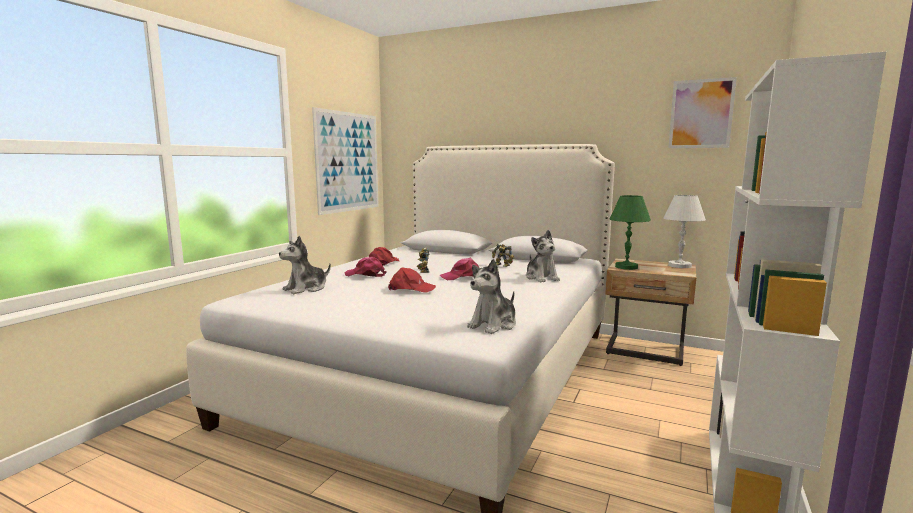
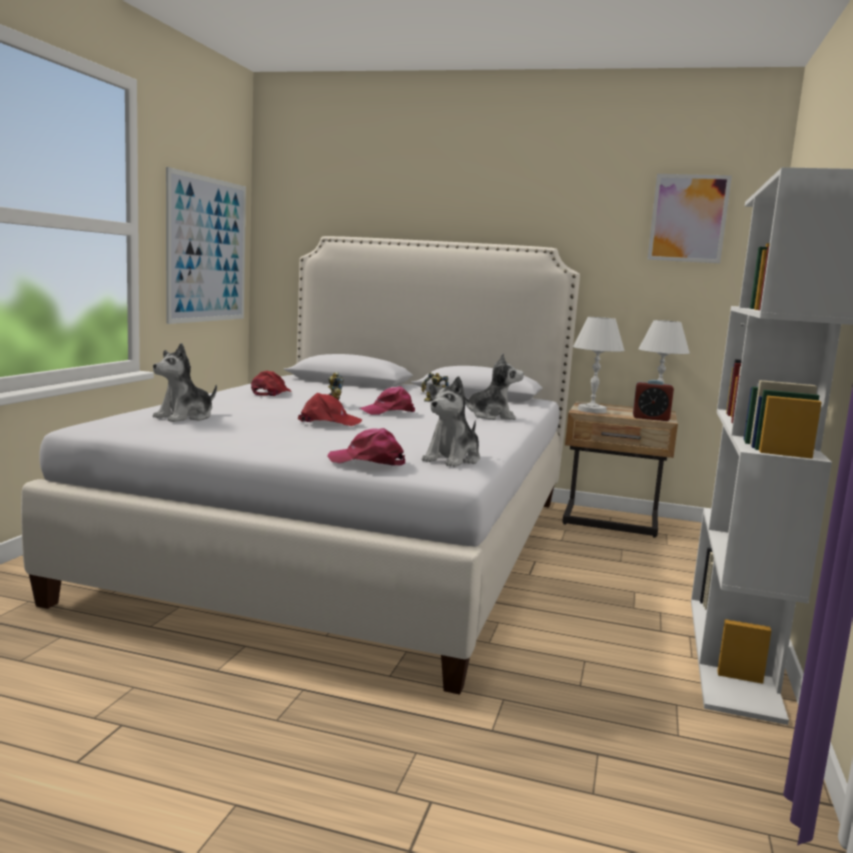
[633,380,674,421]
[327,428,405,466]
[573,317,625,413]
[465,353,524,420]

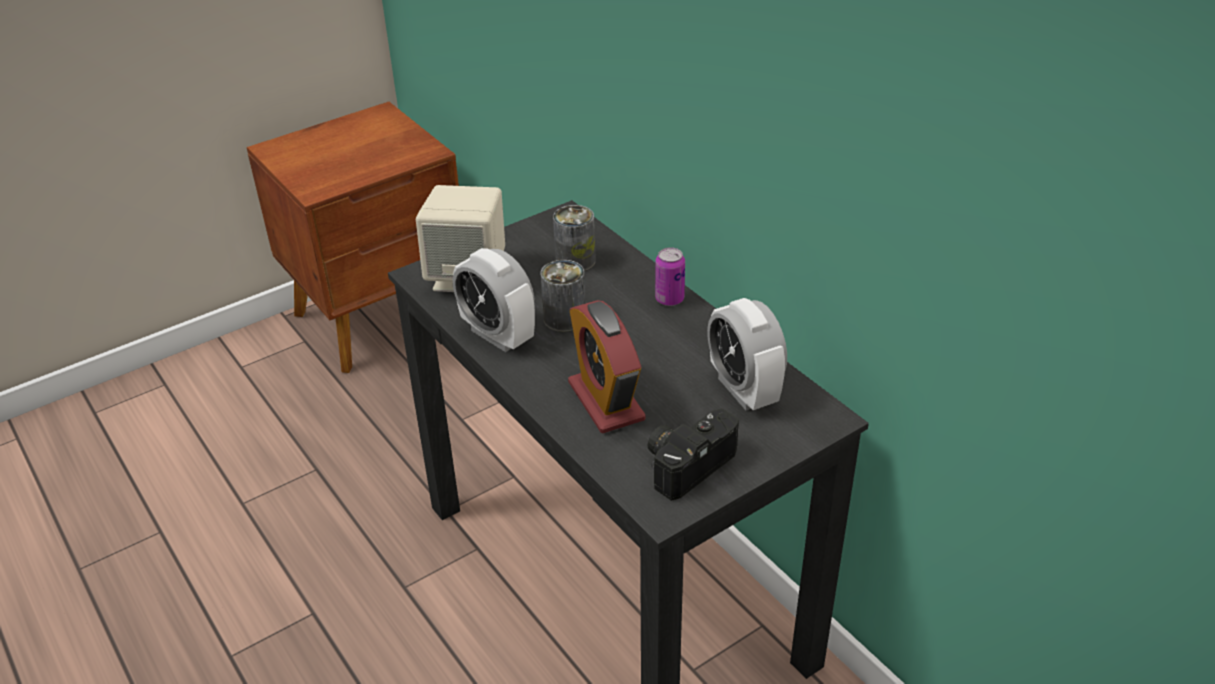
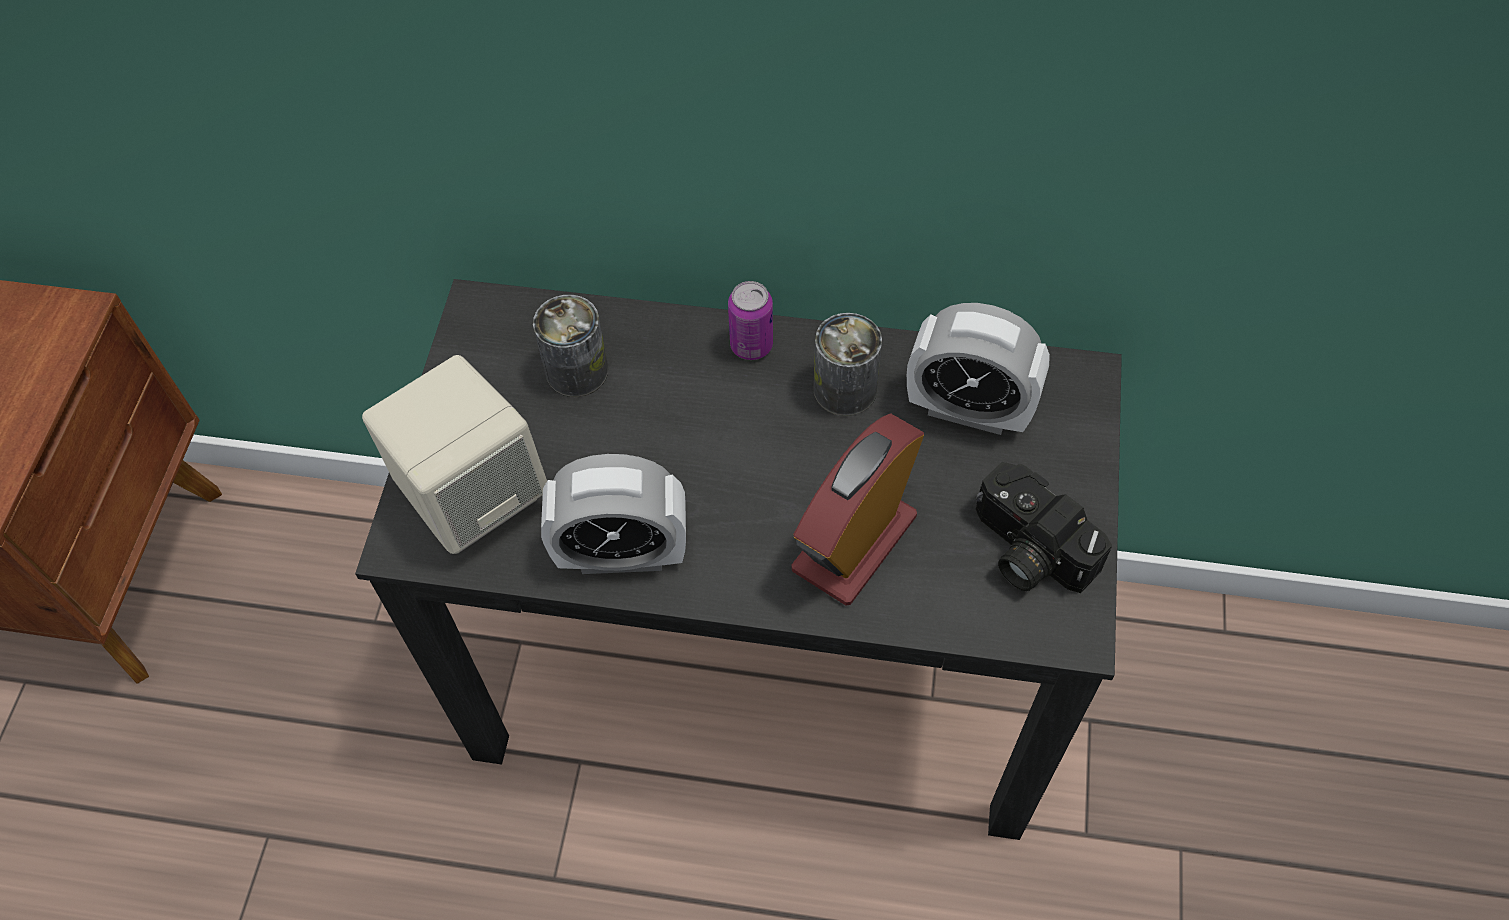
[813,313,882,416]
[792,413,924,606]
[976,462,1112,593]

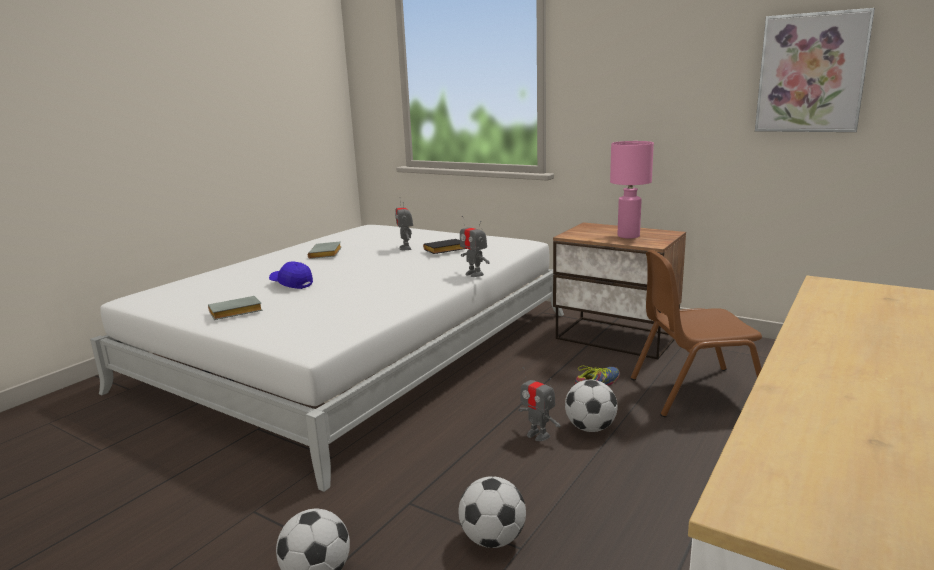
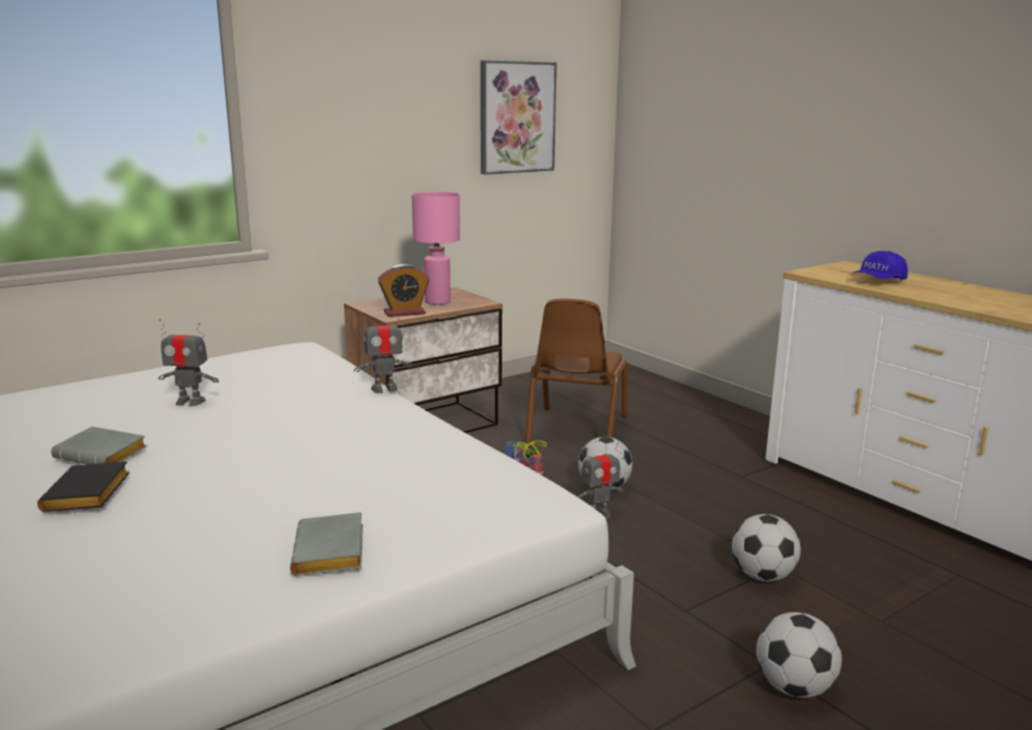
[378,264,429,317]
[853,251,908,280]
[37,462,129,512]

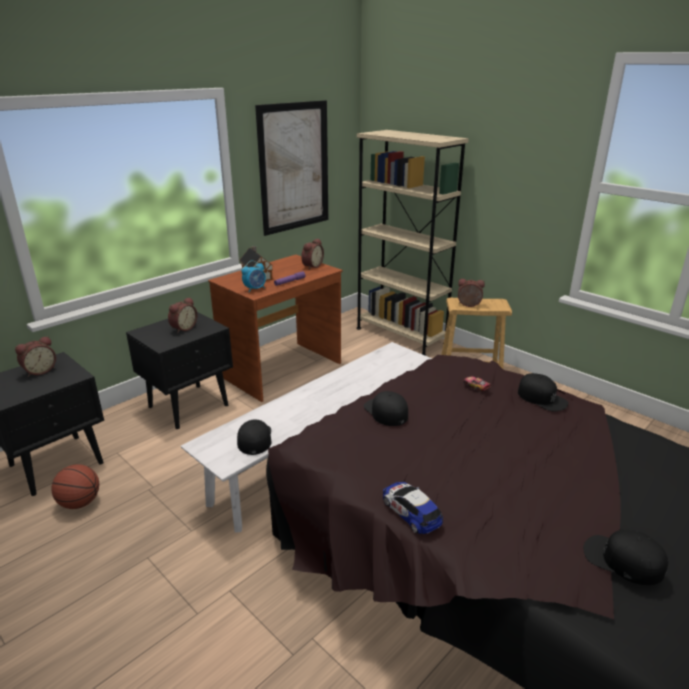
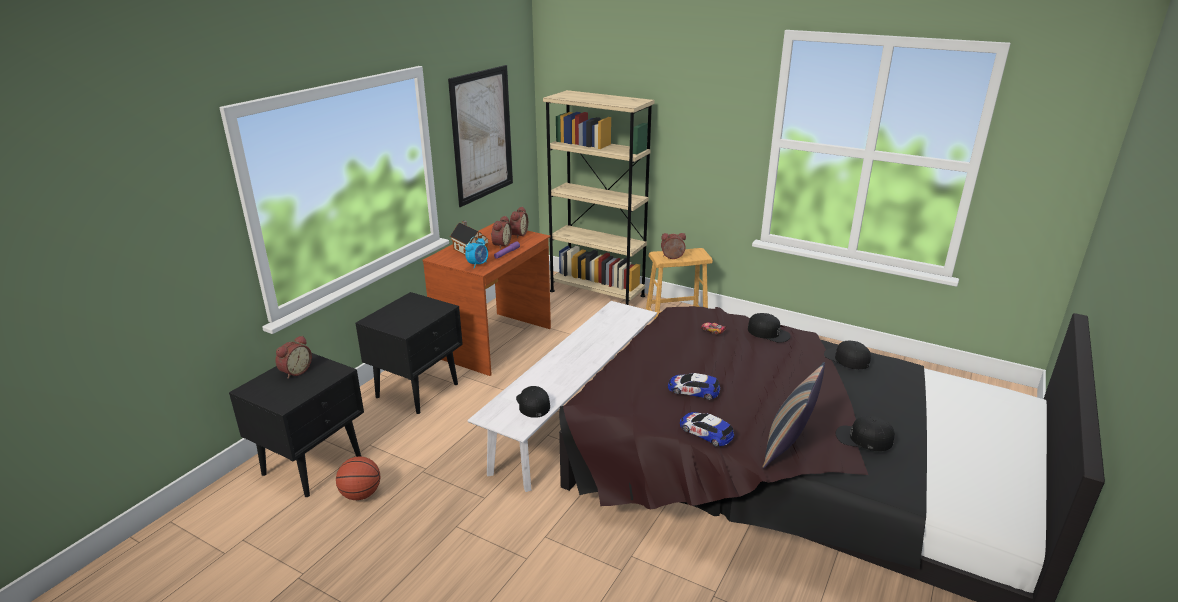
[668,373,720,400]
[762,362,825,469]
[491,216,512,248]
[824,341,871,369]

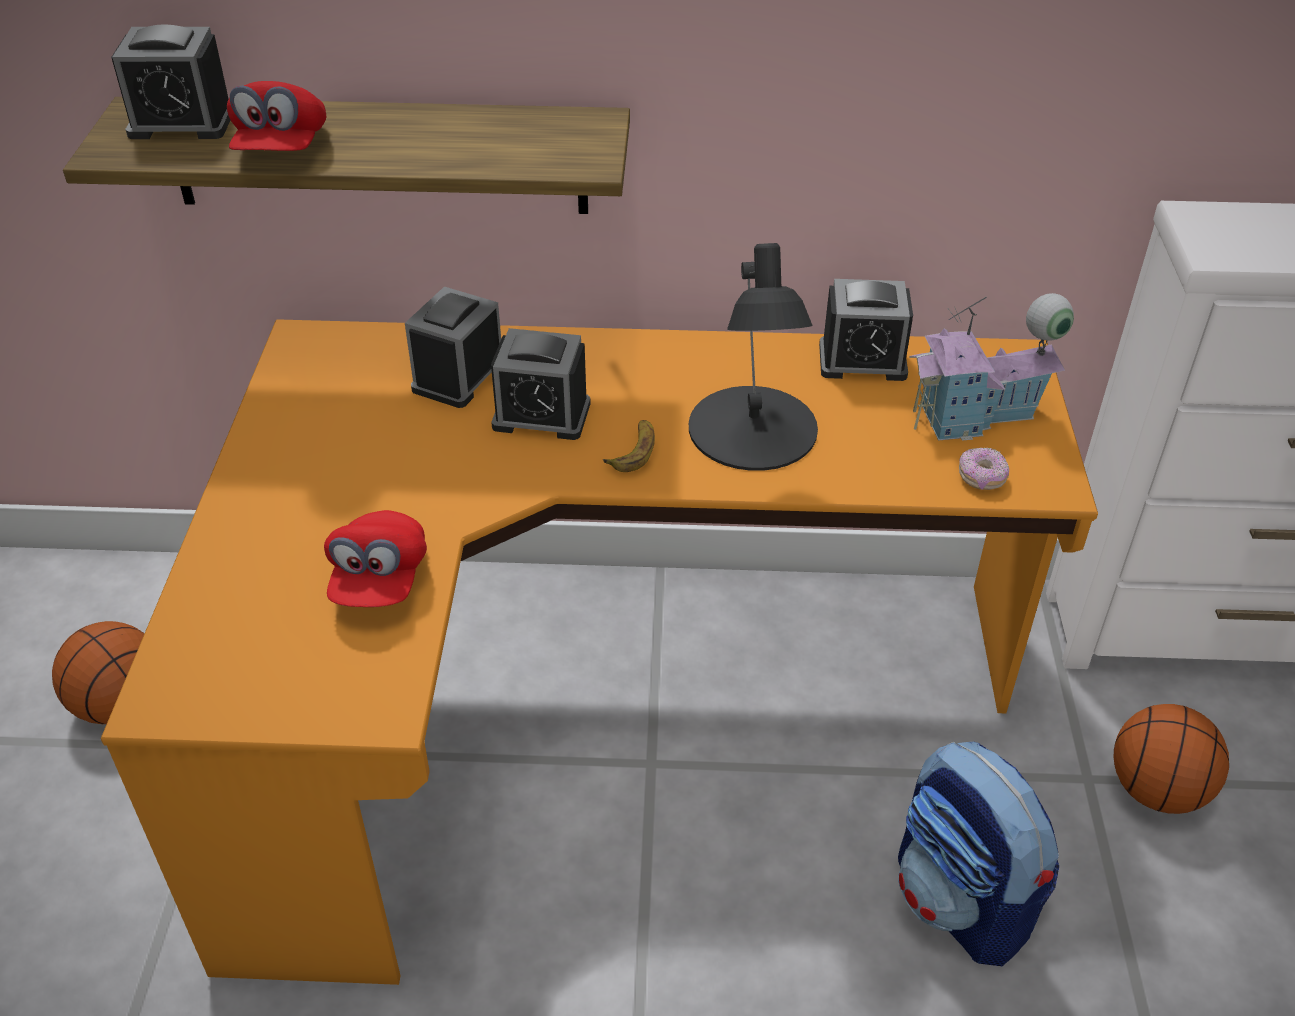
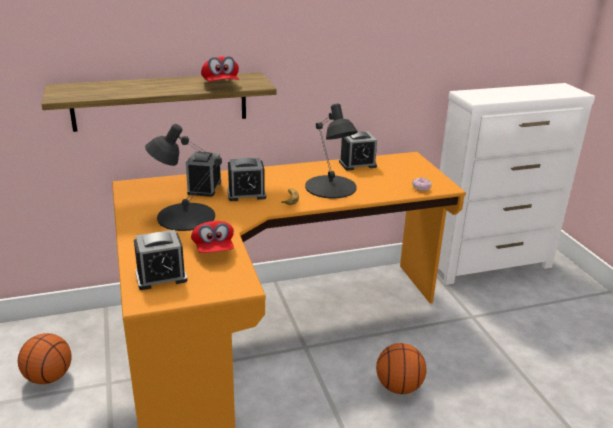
[898,742,1059,966] (first image)
[909,293,1074,441] (first image)
[145,124,222,231]
[134,230,188,290]
[201,56,239,82]
[376,343,426,394]

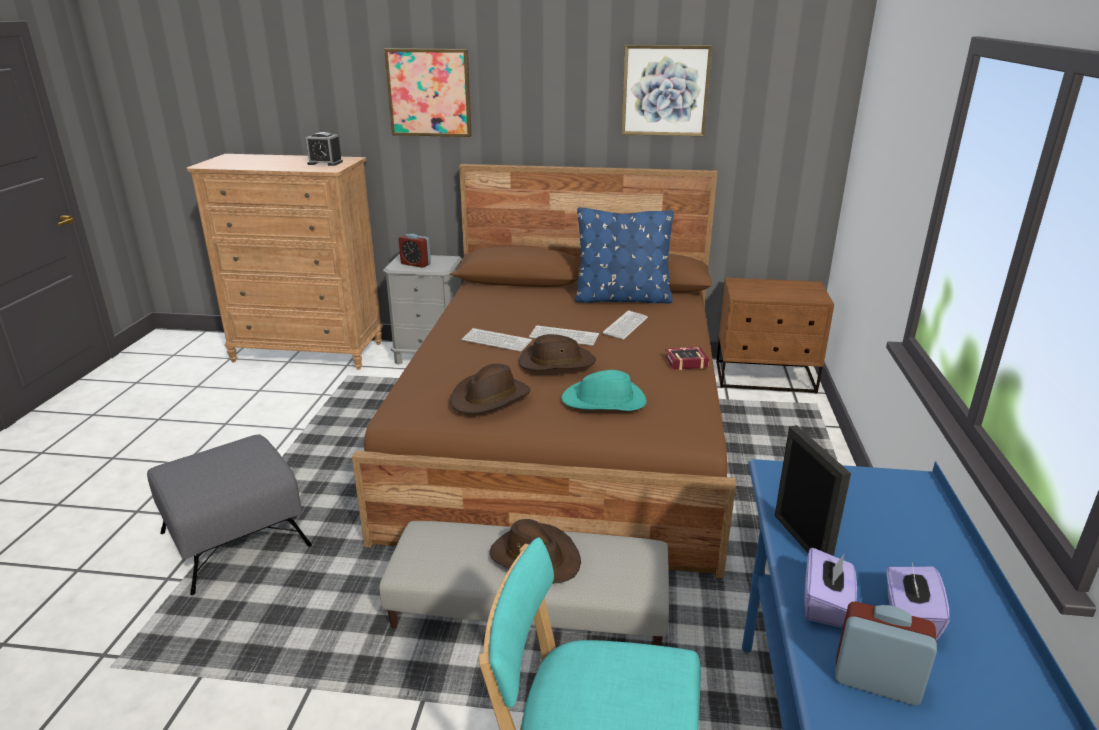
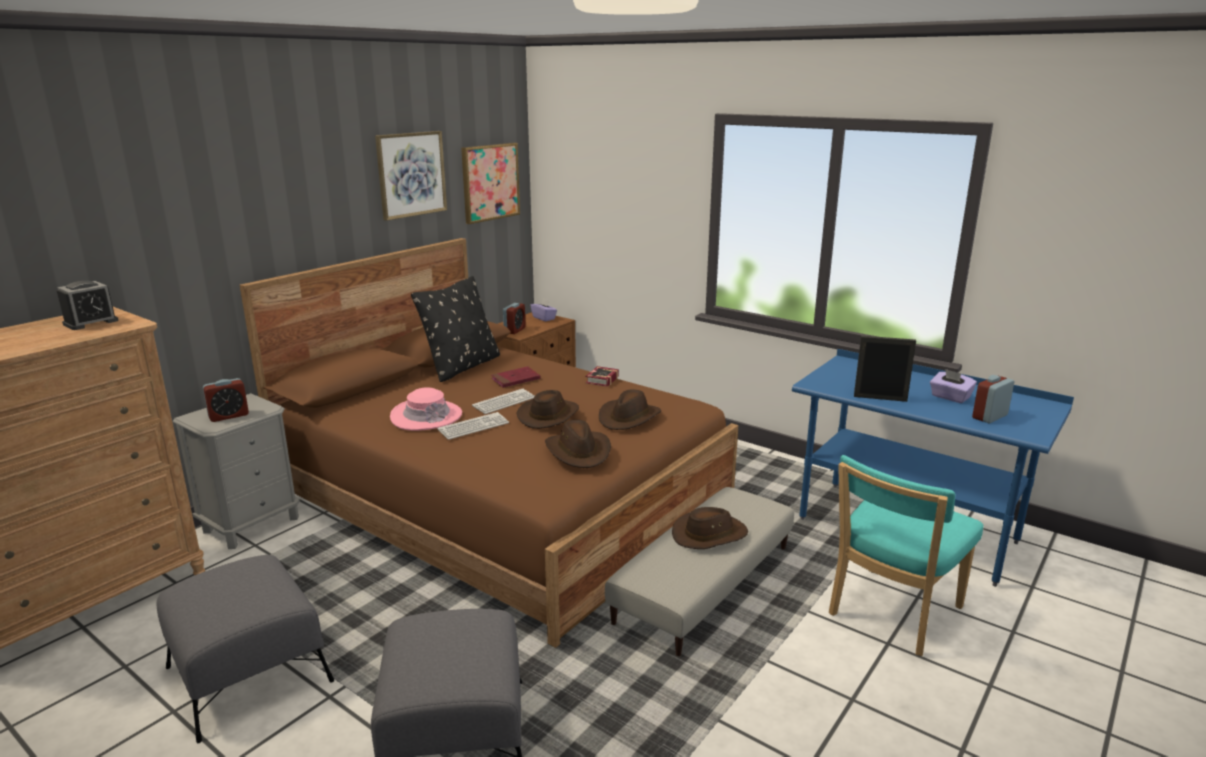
[157,555,334,743]
[390,387,462,431]
[503,303,526,334]
[461,143,520,224]
[530,298,557,321]
[491,366,540,388]
[599,390,661,430]
[411,276,500,382]

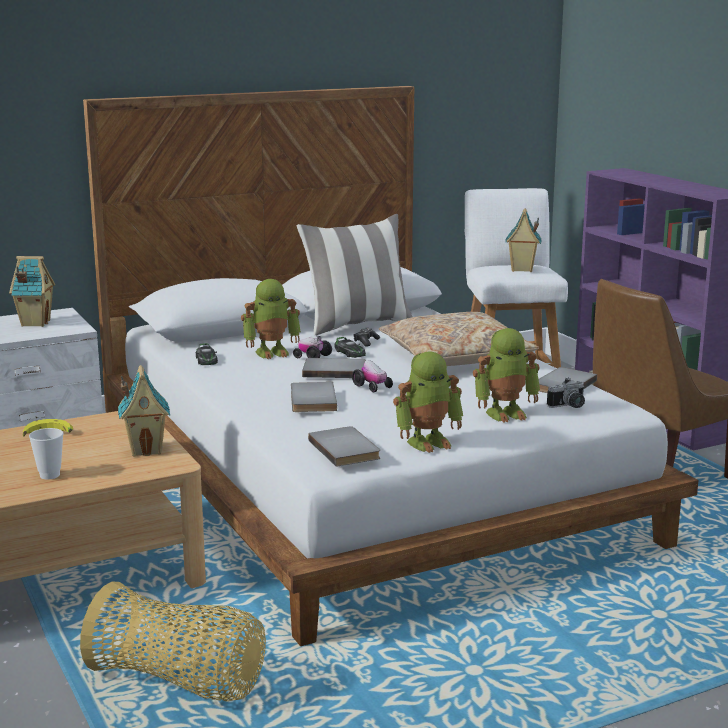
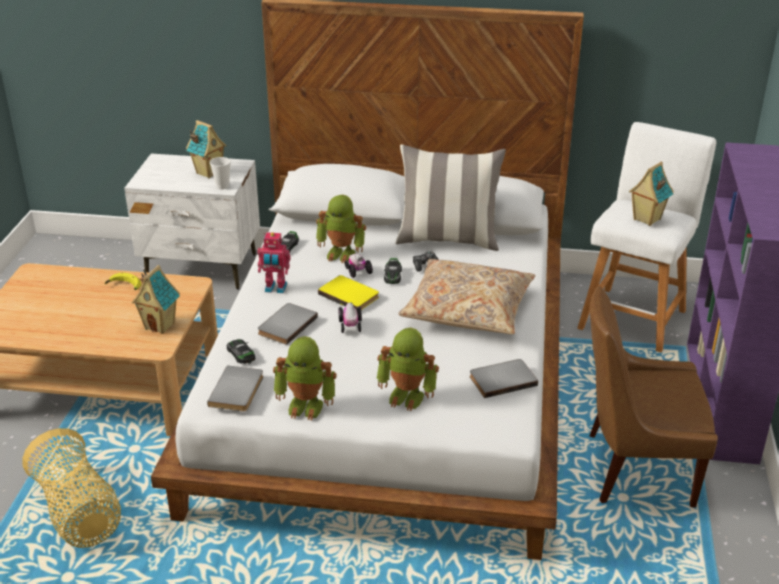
[547,378,585,408] (first image)
[227,339,255,364]
[257,232,291,293]
[210,157,231,189]
[318,275,379,310]

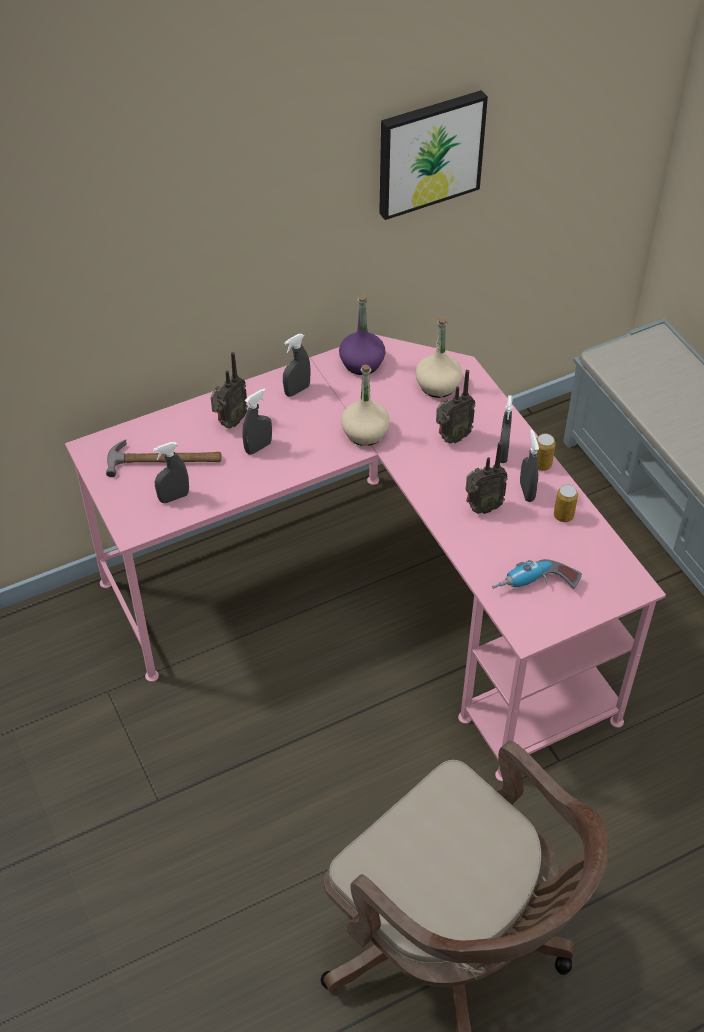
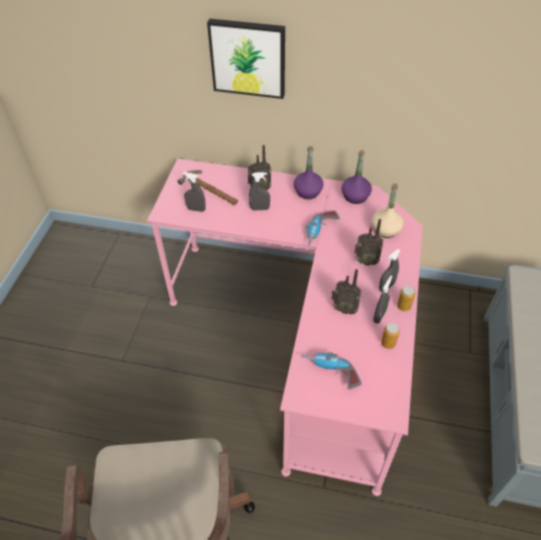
[207,19,285,99]
[294,146,323,199]
[306,210,340,245]

